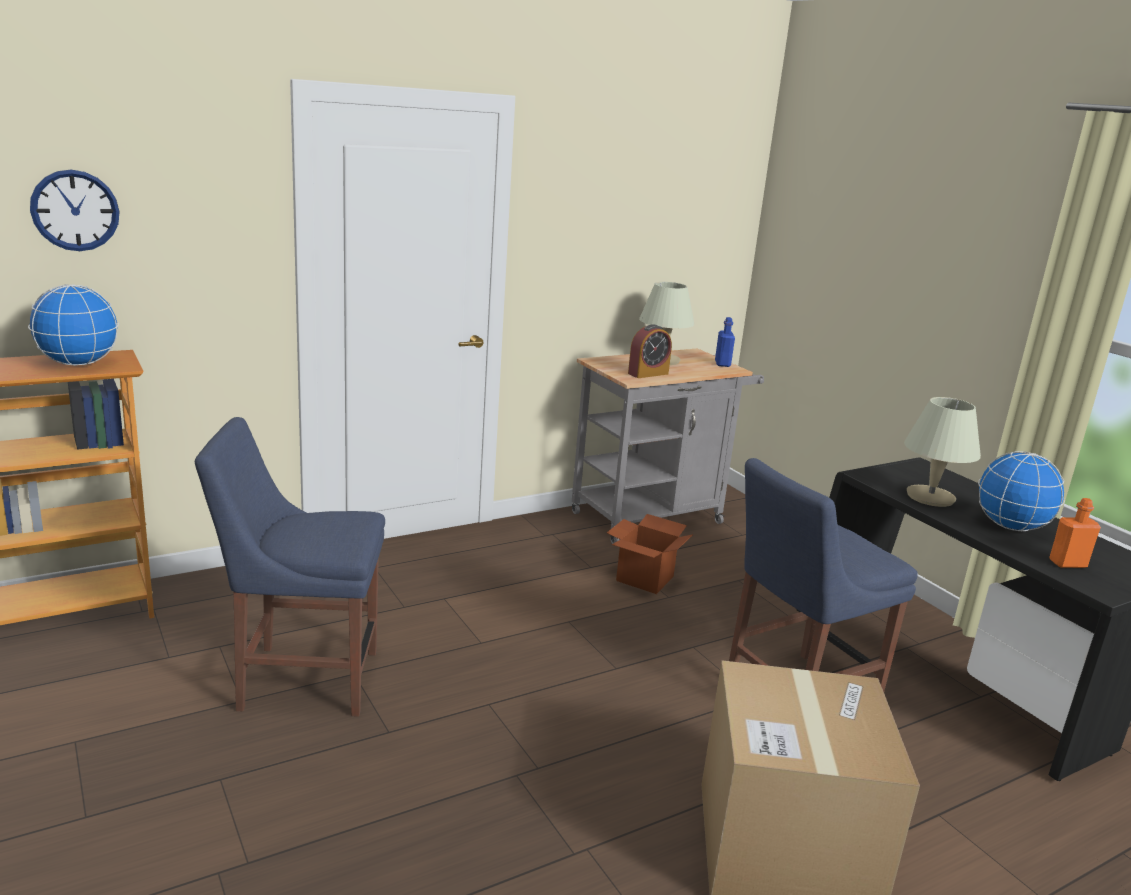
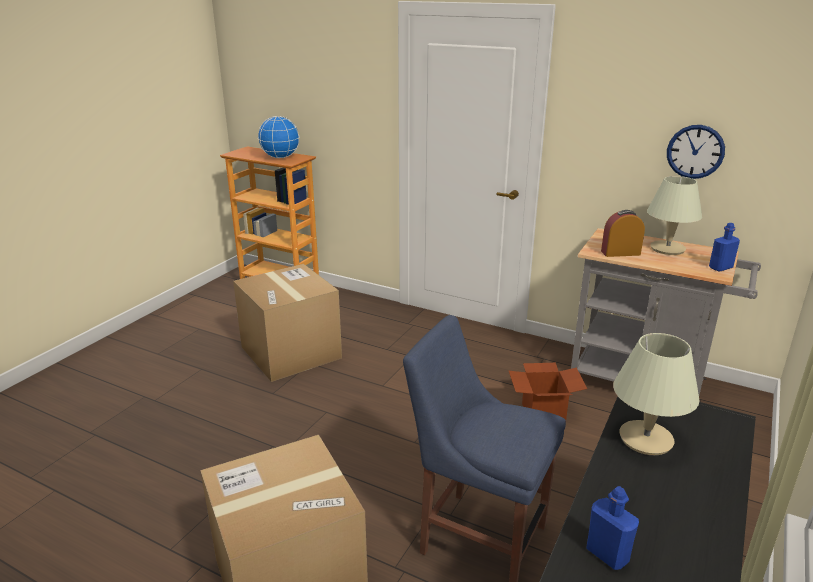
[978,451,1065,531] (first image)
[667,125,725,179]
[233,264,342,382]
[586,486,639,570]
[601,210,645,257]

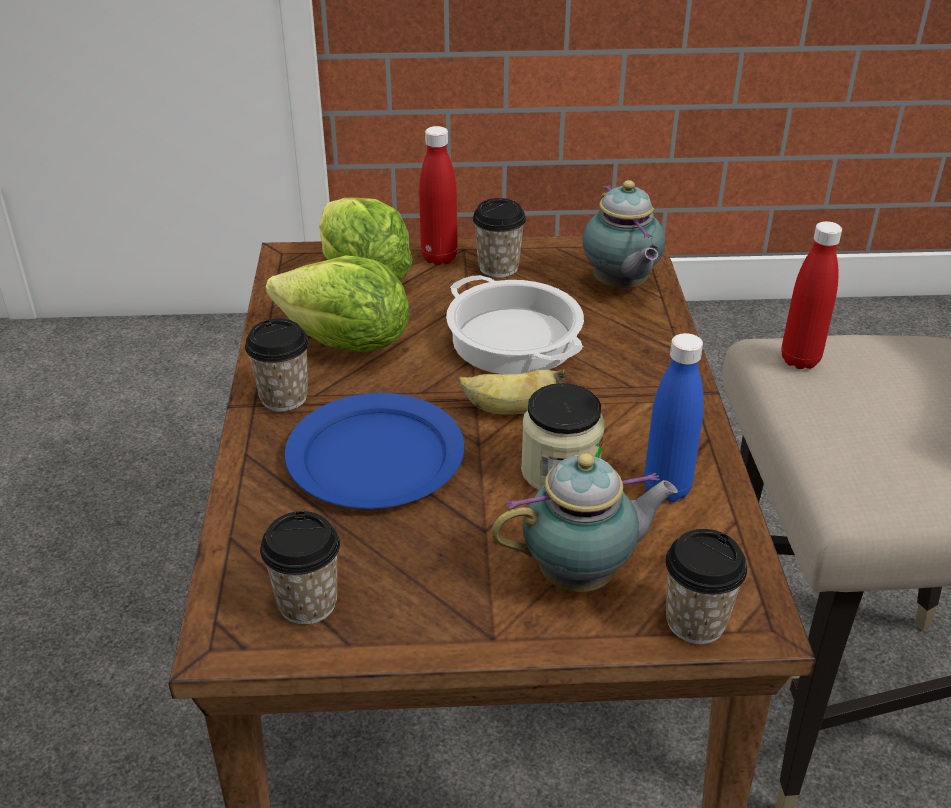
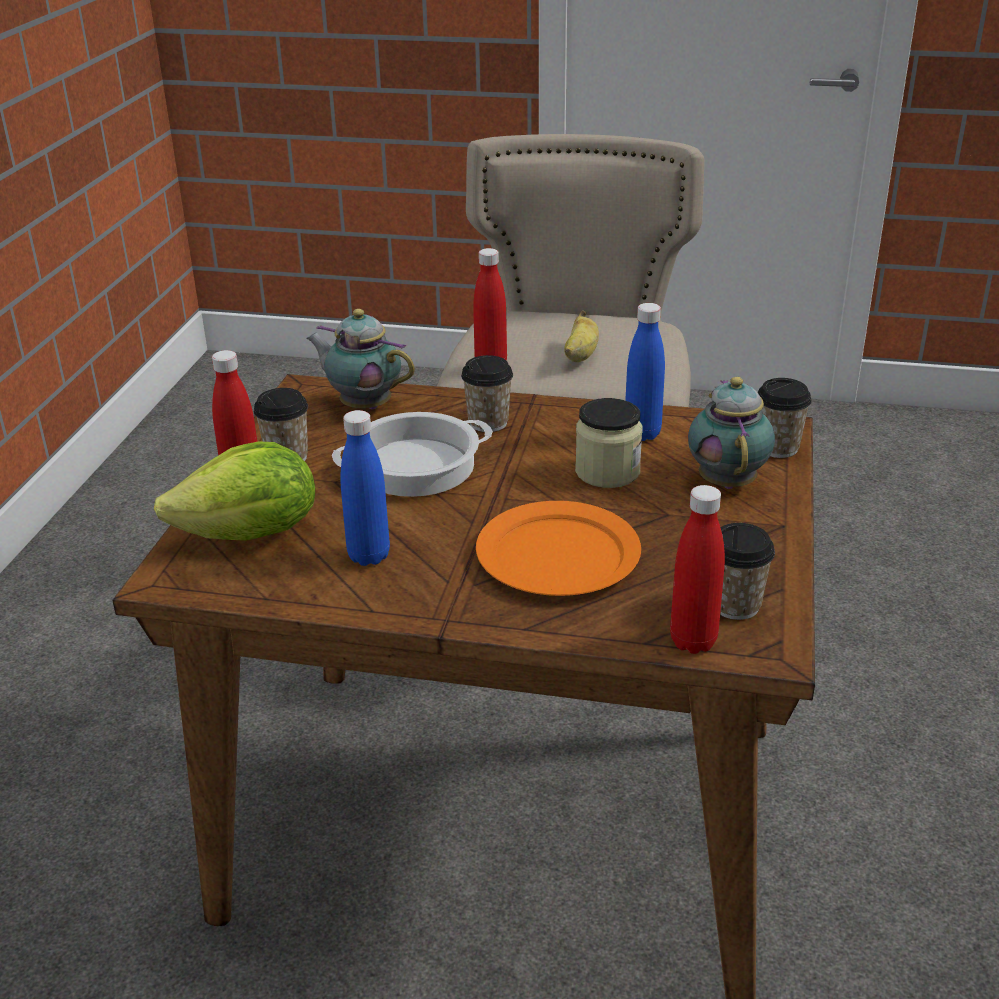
[670,485,725,654]
[461,355,513,432]
[564,311,599,362]
[340,410,390,566]
[476,501,641,596]
[306,309,415,409]

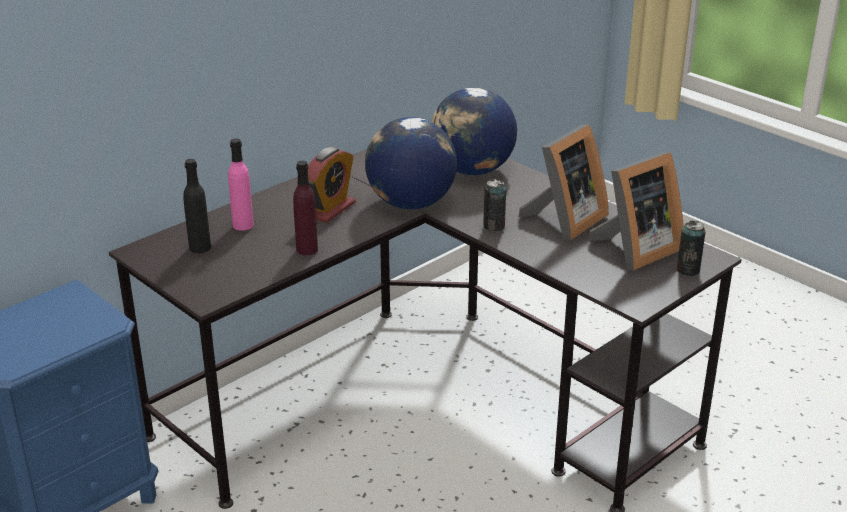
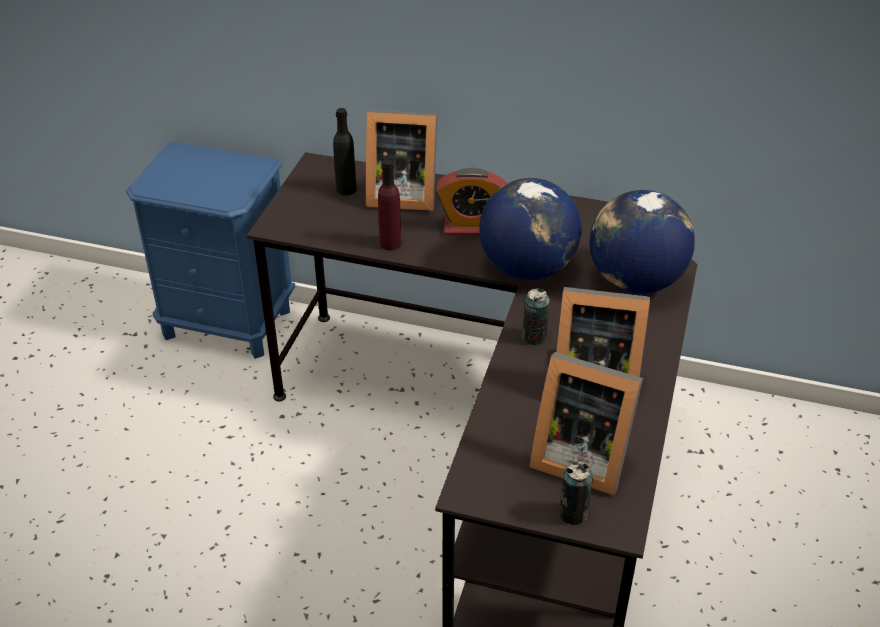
[366,110,437,211]

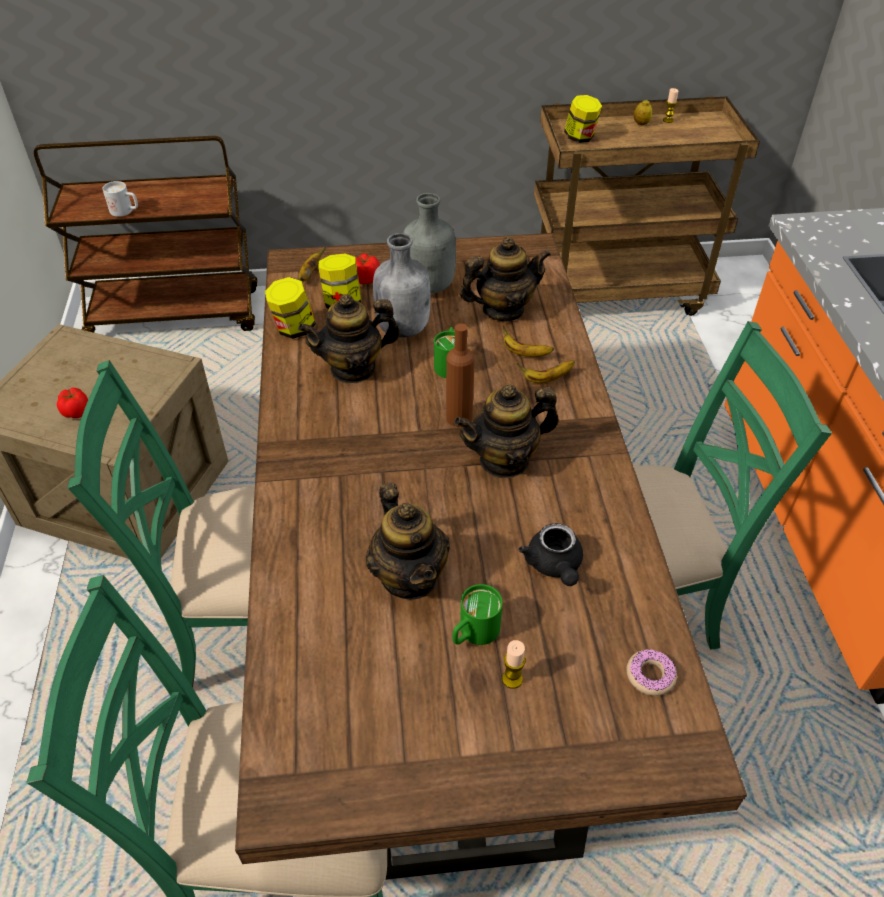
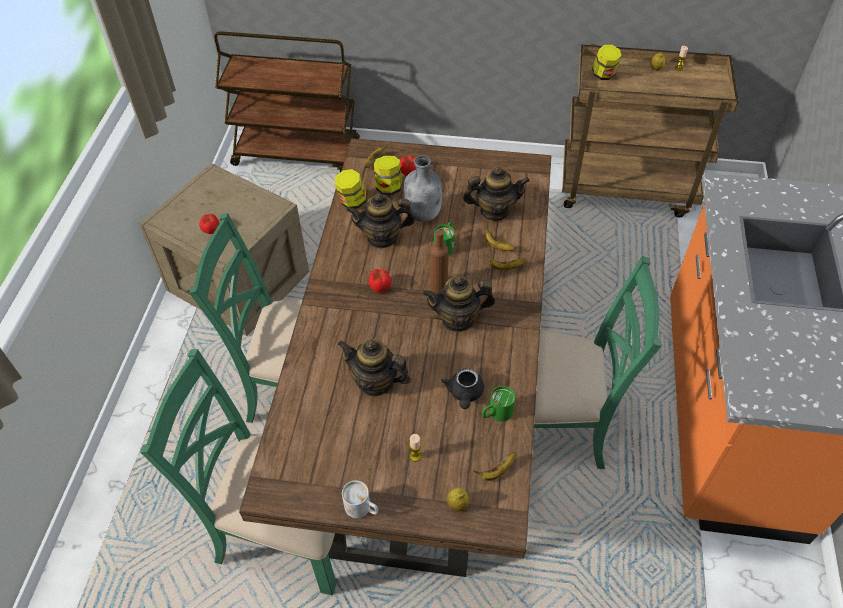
[403,193,456,294] (first image)
[369,269,391,292]
[447,488,469,512]
[342,480,378,518]
[482,386,515,422]
[474,452,516,481]
[338,339,411,397]

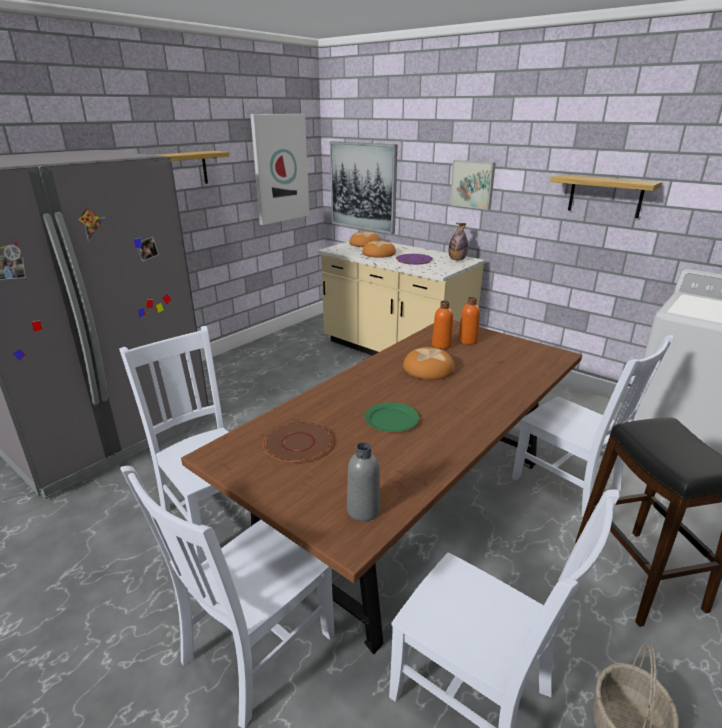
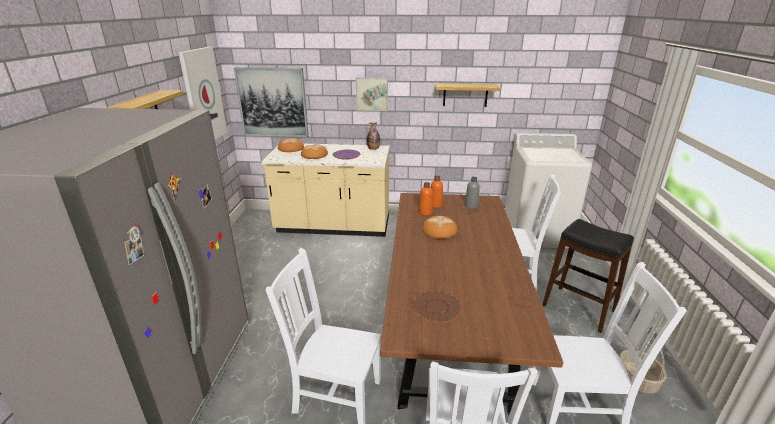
[364,402,419,432] (first image)
[465,177,480,209]

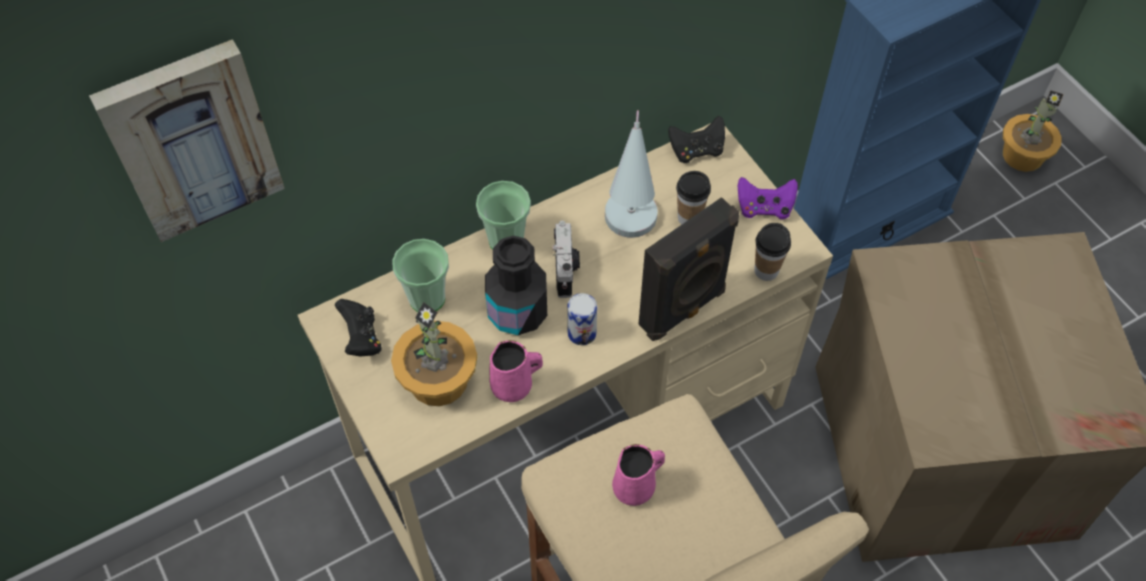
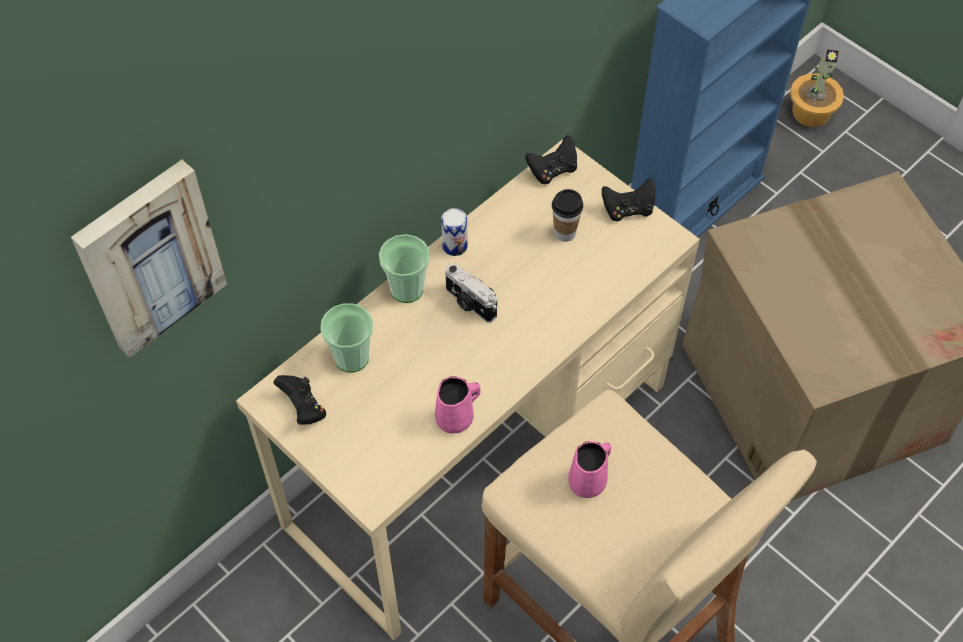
[391,302,477,406] (first image)
[485,236,547,335] (first image)
[605,110,658,238] (first image)
[638,197,739,341] (first image)
[754,223,791,281] (first image)
[441,208,468,256]
[602,178,655,222]
[445,263,497,323]

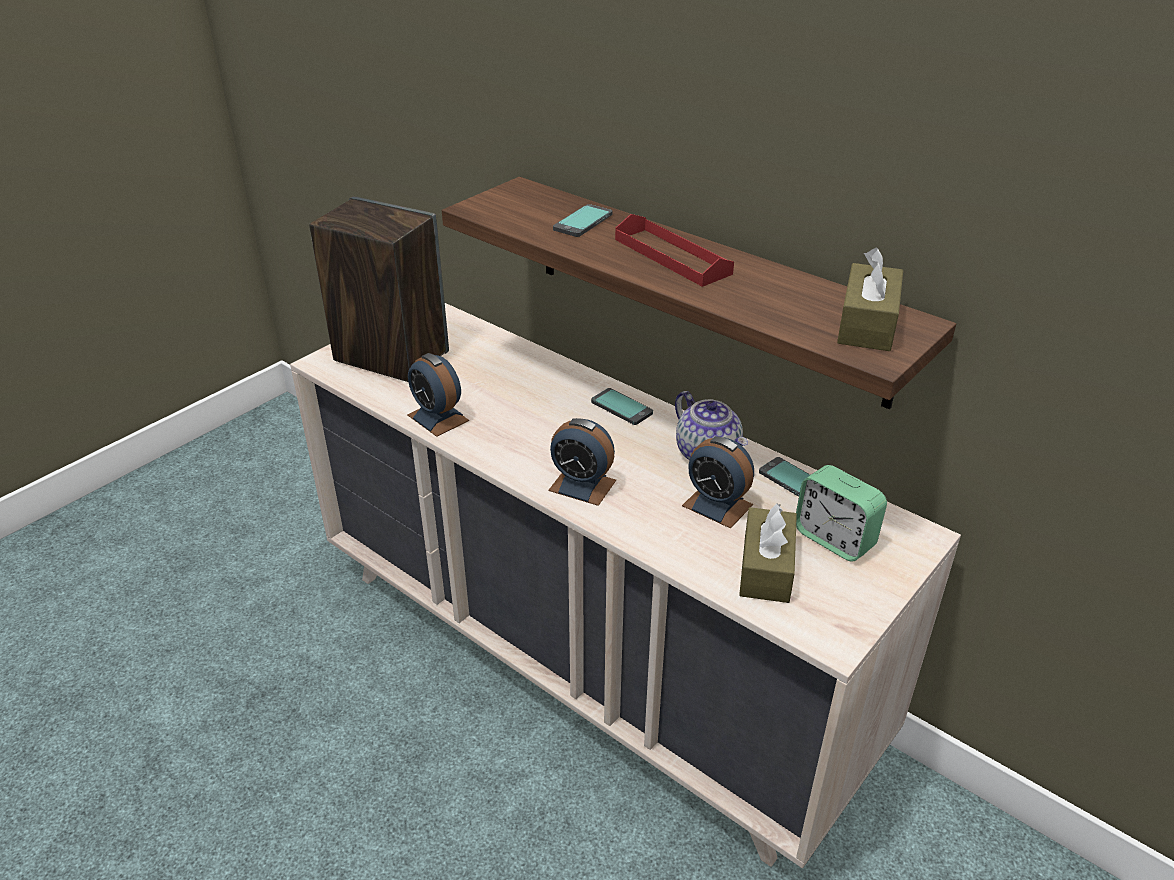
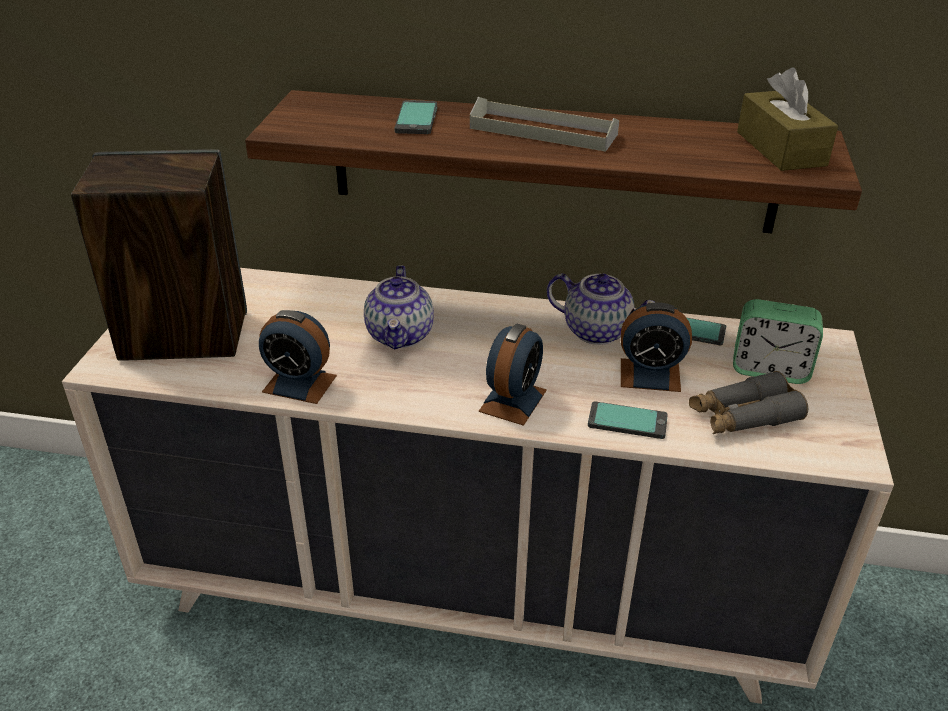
[364,265,434,350]
[588,401,668,439]
[689,371,808,434]
[470,97,619,152]
[479,324,547,426]

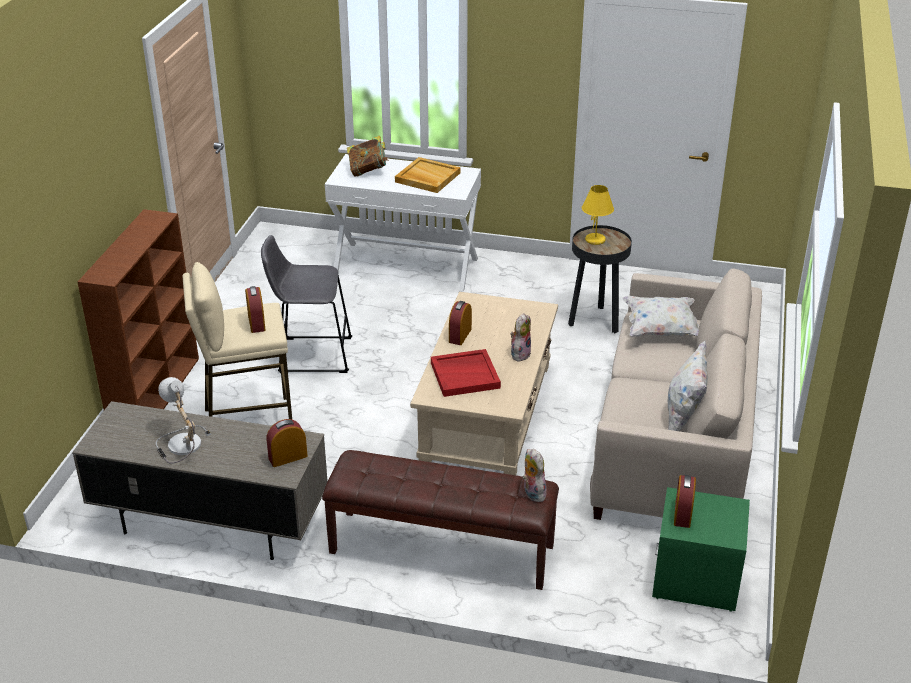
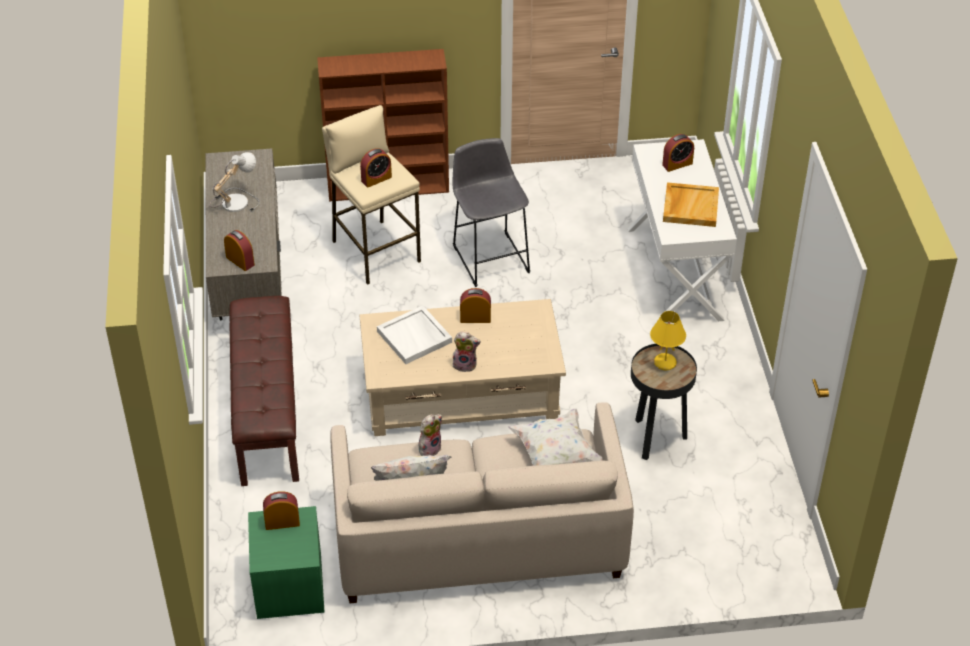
[419,414,442,456]
[662,134,694,172]
[377,306,452,364]

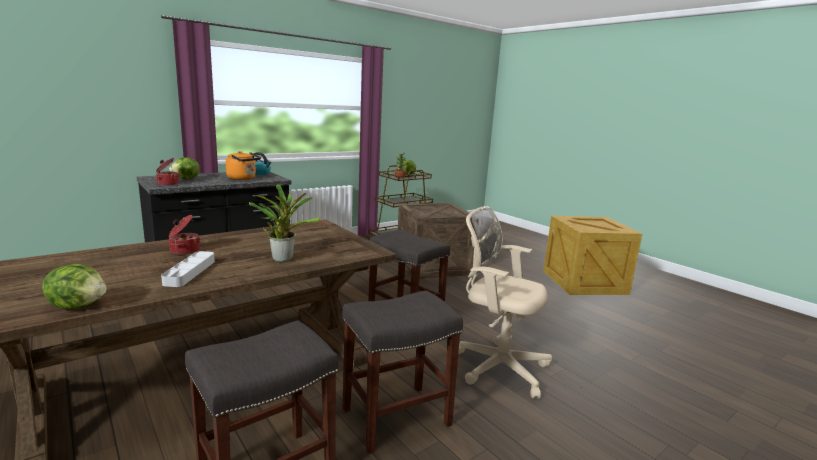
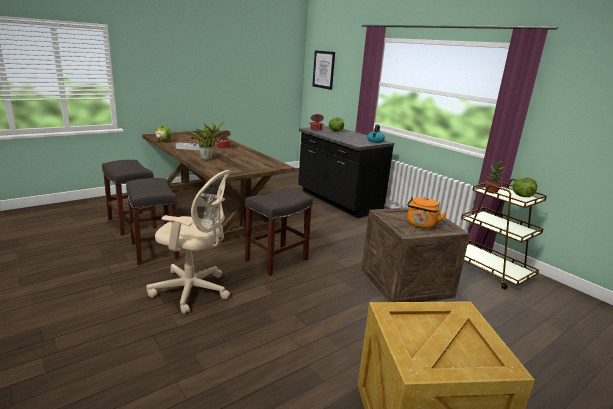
[312,50,335,90]
[407,196,447,229]
[146,170,231,314]

